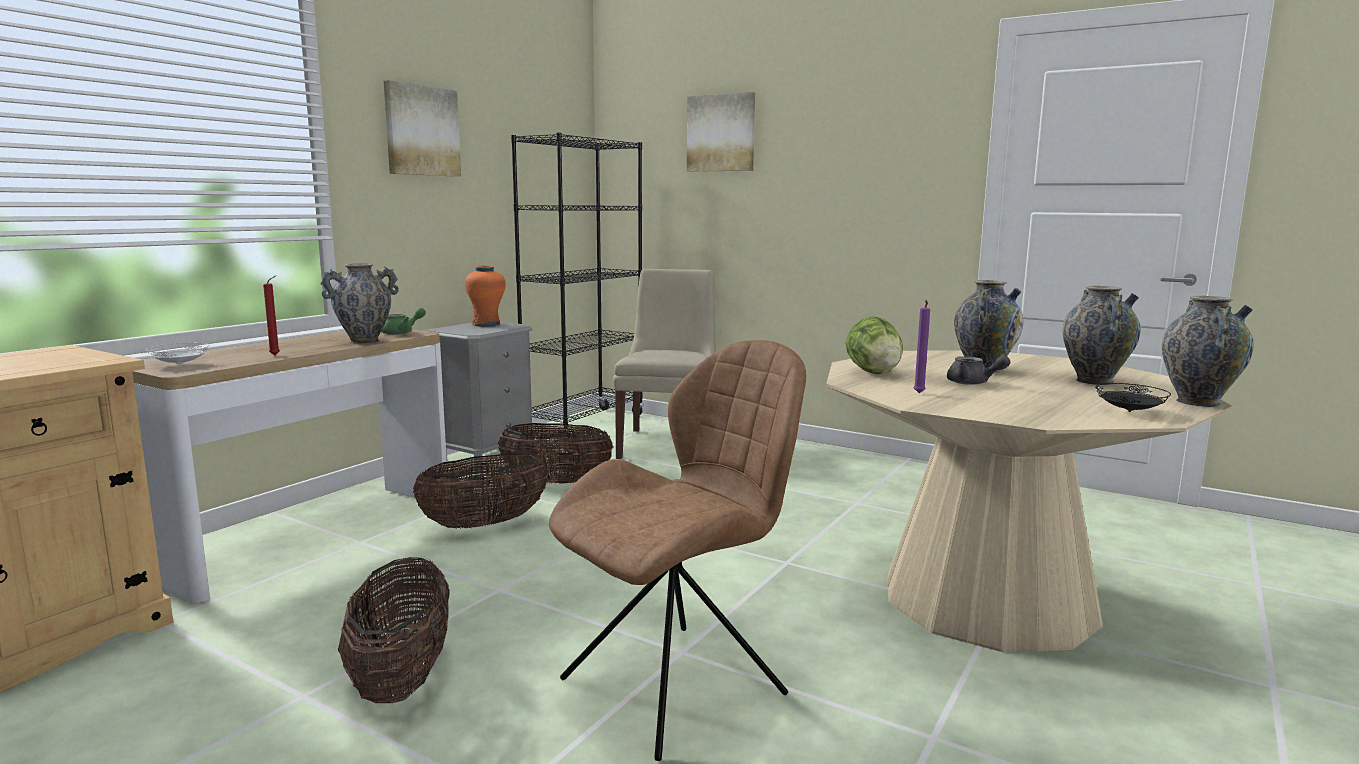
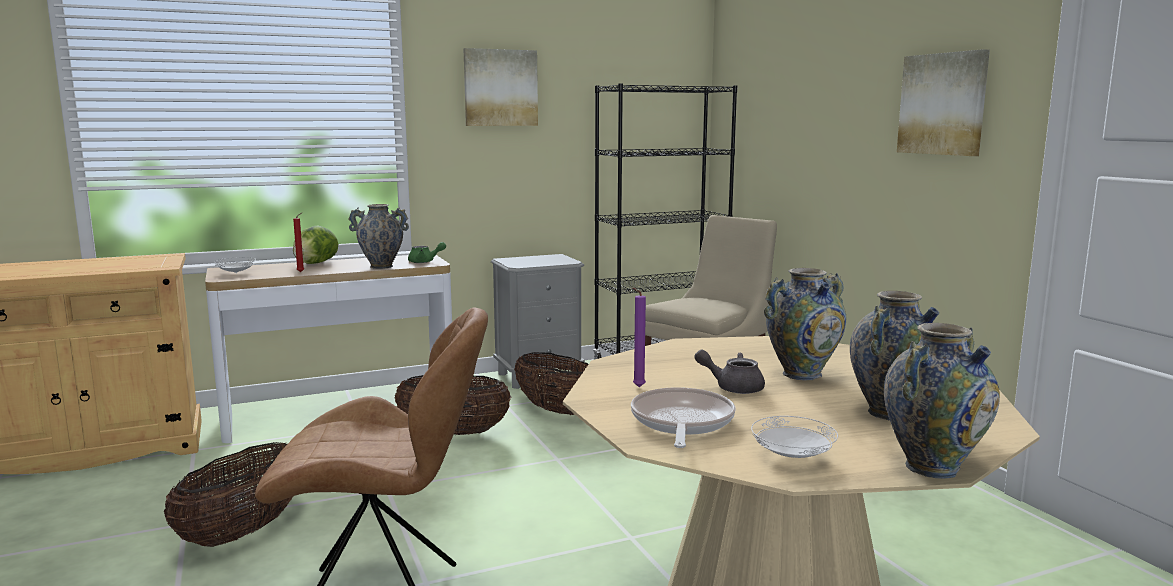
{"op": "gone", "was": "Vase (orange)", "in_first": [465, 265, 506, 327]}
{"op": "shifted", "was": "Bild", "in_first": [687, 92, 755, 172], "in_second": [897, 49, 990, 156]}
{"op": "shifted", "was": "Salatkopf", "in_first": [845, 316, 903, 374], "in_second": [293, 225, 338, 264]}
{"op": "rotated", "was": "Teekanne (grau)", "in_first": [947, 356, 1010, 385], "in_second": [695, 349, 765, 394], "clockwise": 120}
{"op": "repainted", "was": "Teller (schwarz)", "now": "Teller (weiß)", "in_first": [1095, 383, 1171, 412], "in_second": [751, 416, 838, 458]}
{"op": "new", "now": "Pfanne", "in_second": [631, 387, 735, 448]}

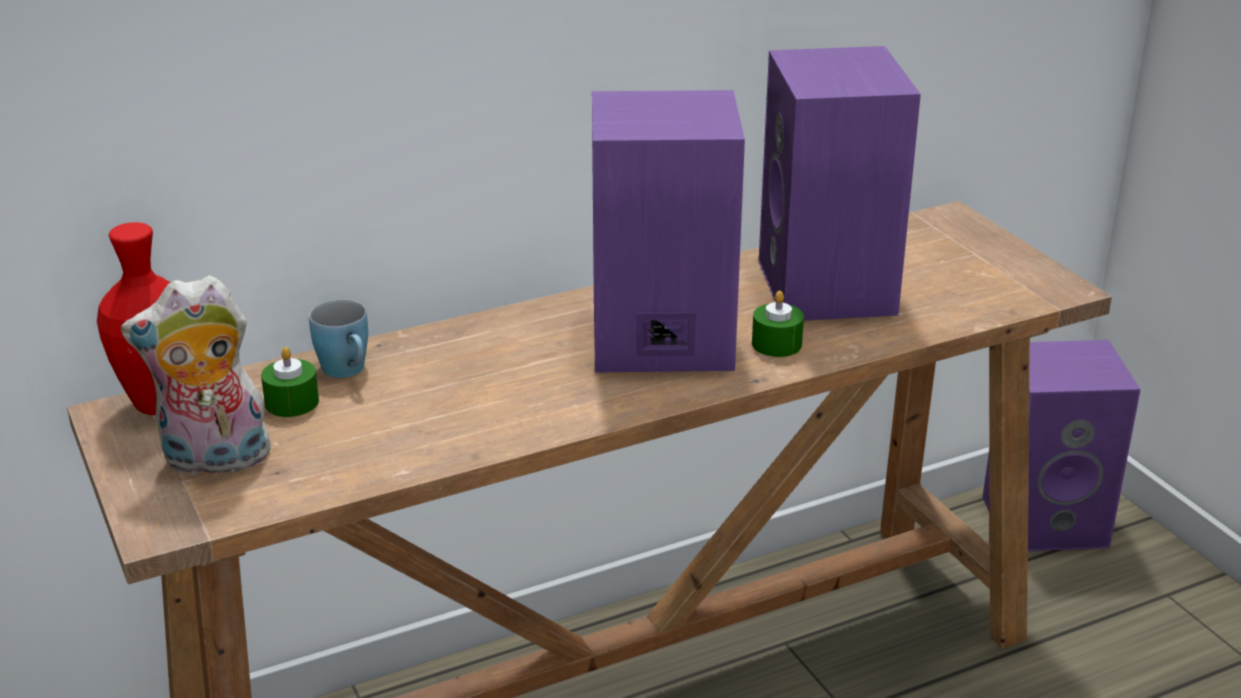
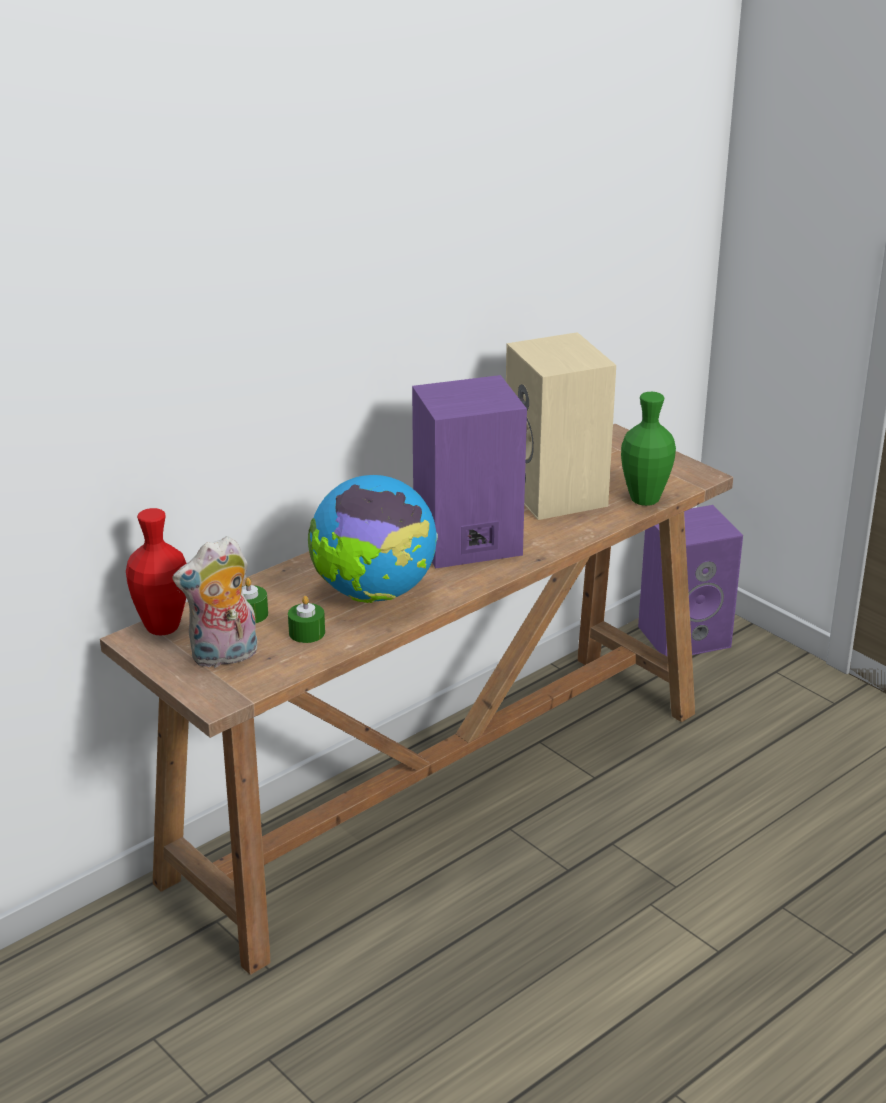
{"op": "gone", "was": "Henkelbecher (blau)", "in_first": [309, 299, 368, 378]}
{"op": "shifted", "was": "Kerze (grün)", "in_first": [752, 291, 804, 357], "in_second": [288, 596, 325, 643]}
{"op": "repainted", "was": "Lautsprecher (lila)", "now": "Lautsprecher (beige)", "in_first": [759, 46, 921, 321], "in_second": [506, 332, 616, 520]}
{"op": "new", "now": "Globus", "in_second": [308, 475, 438, 603]}
{"op": "new", "now": "Vase (grün)", "in_second": [621, 392, 676, 506]}

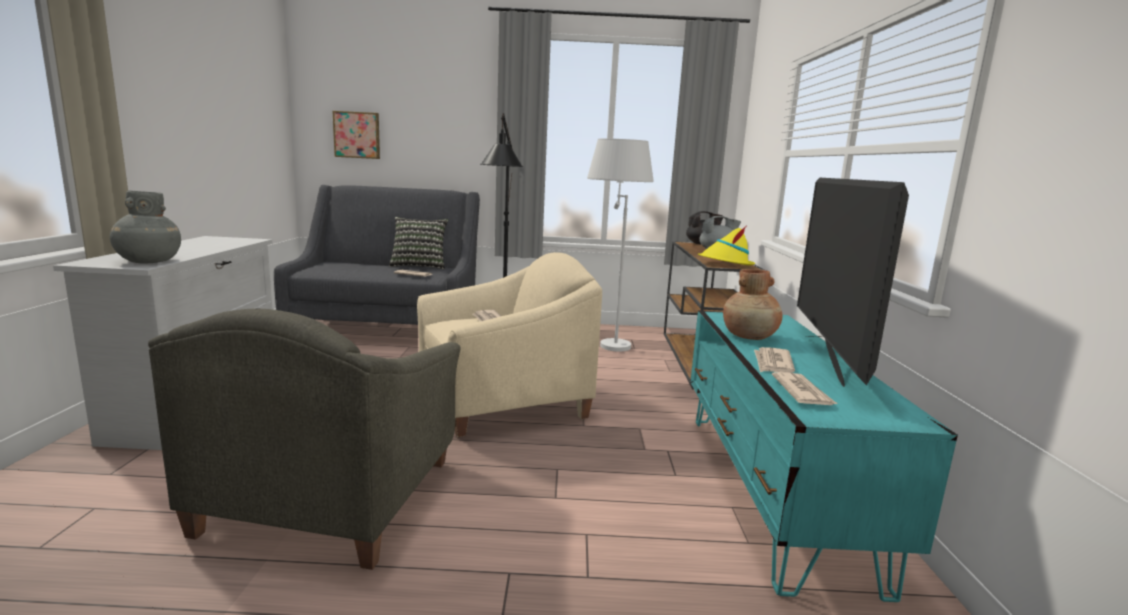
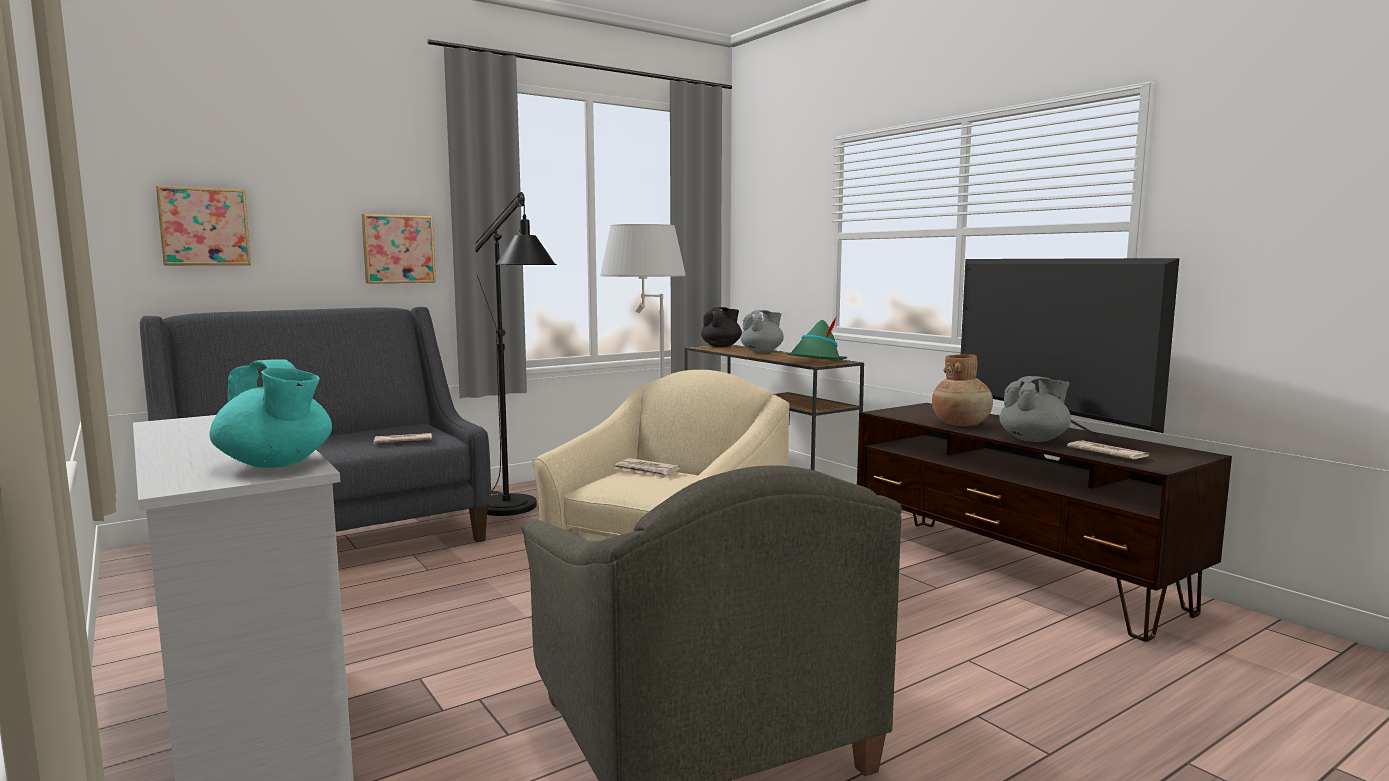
{"op": "swapped", "was": "Vase (grau)", "now": "Teekanne (türkis)", "in_first": [110, 191, 181, 263], "in_second": [209, 360, 332, 468]}
{"op": "gone", "was": "Kissen", "in_first": [389, 217, 448, 269]}
{"op": "repainted", "was": "Fernsehschrank (türkis)", "now": "Fernsehschrank (braun)", "in_first": [690, 311, 958, 602], "in_second": [858, 403, 1232, 642]}
{"op": "repainted", "was": "Hut (gelb)", "now": "Hut (grün)", "in_first": [698, 225, 755, 266], "in_second": [787, 316, 847, 360]}
{"op": "swapped", "was": "Zeitung", "now": "Teekanne (grau)", "in_first": [754, 347, 795, 373], "in_second": [1000, 376, 1071, 442]}
{"op": "new", "now": "Bild", "in_second": [362, 214, 436, 284]}

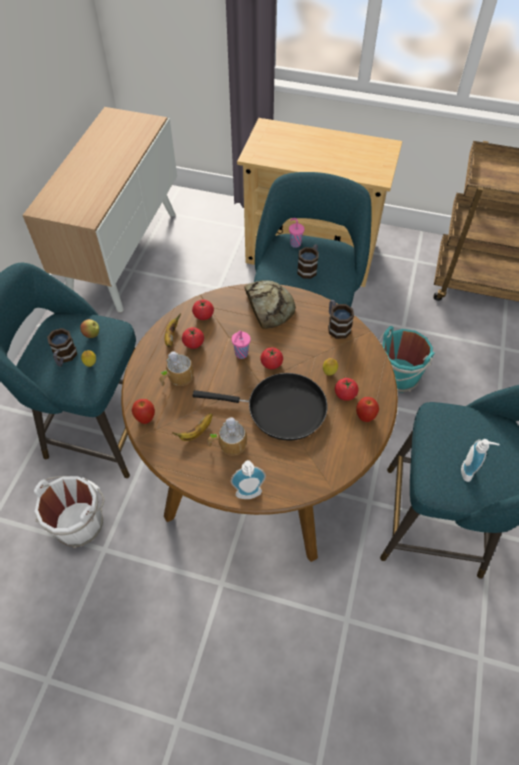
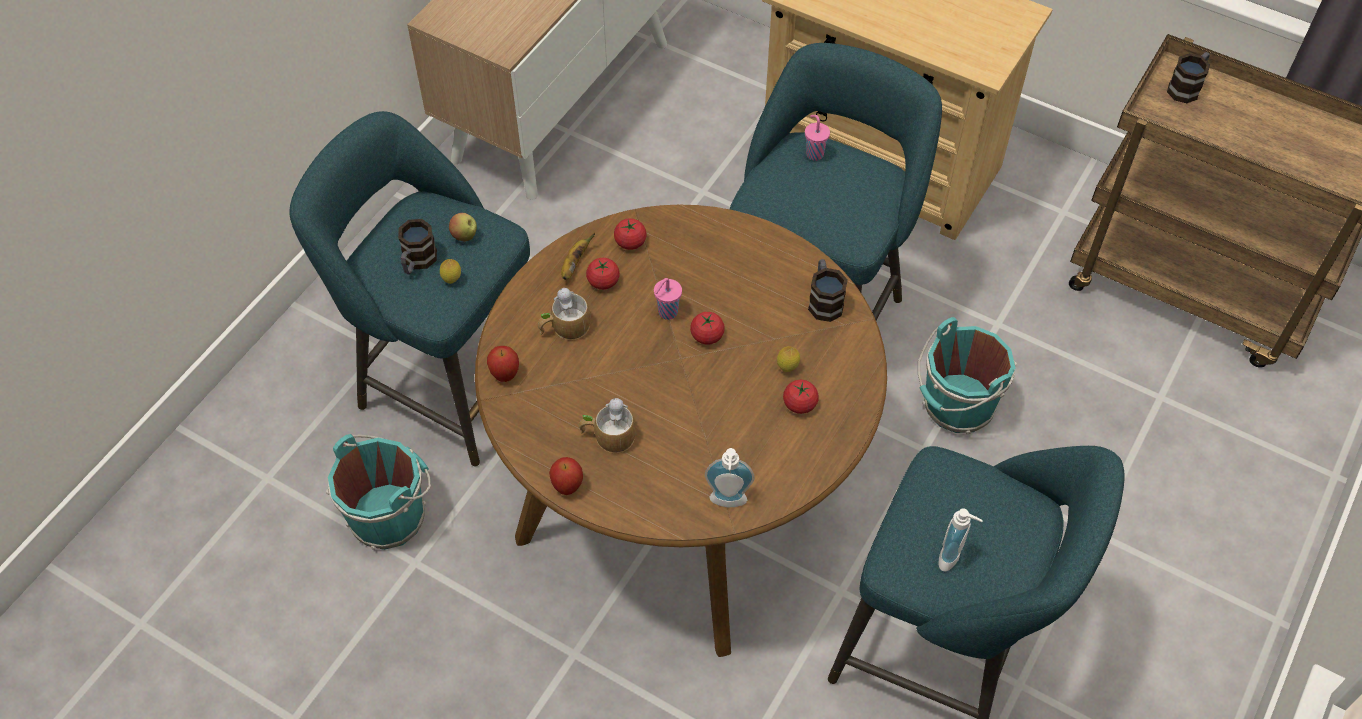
{"op": "repainted", "was": "Eimer (weiß)", "now": "Eimer (türkis)", "in_first": [34, 476, 105, 548], "in_second": [326, 434, 431, 550]}
{"op": "gone", "was": "Banane", "in_first": [173, 413, 212, 441]}
{"op": "gone", "was": "Pfanne (schwarz)", "in_first": [193, 373, 327, 441]}
{"op": "shifted", "was": "Seifenspender", "in_first": [231, 460, 266, 499], "in_second": [705, 448, 755, 508]}
{"op": "gone", "was": "Brot", "in_first": [244, 280, 296, 329]}
{"op": "shifted", "was": "Henkelbecher", "in_first": [297, 244, 319, 279], "in_second": [1167, 52, 1210, 103]}
{"op": "shifted", "was": "Apfel", "in_first": [356, 397, 379, 422], "in_second": [549, 457, 583, 495]}

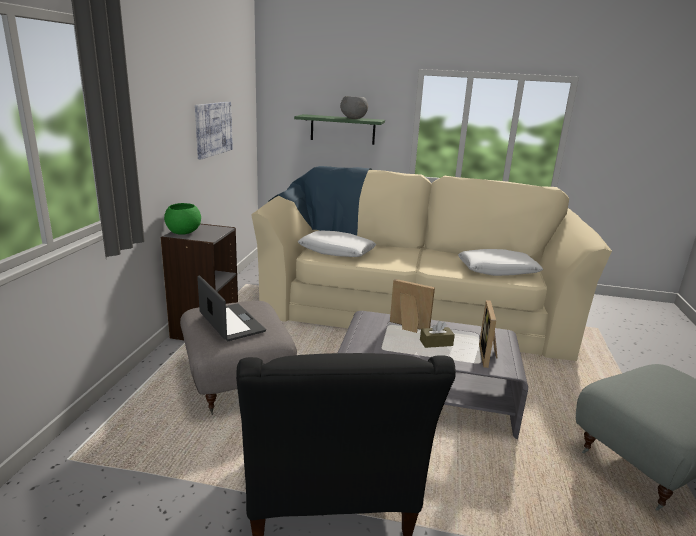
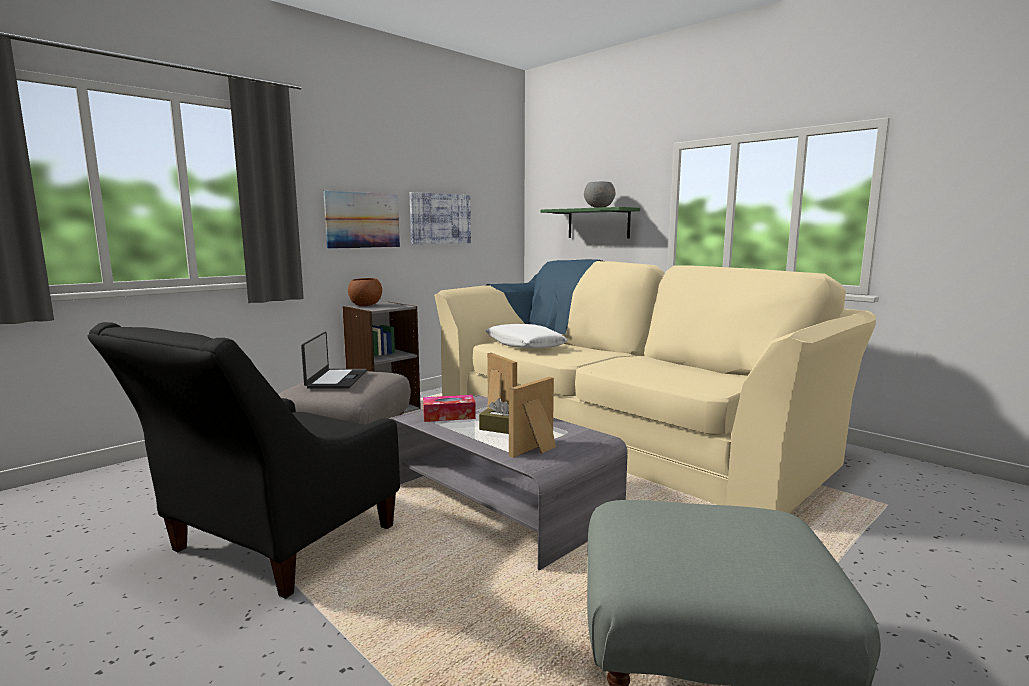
{"op": "repainted", "was": "Schüssel (grün)", "now": "Schüssel (braun)", "in_first": [164, 203, 201, 235], "in_second": [348, 278, 382, 306]}
{"op": "gone", "was": "Kissen (weiß)", "in_first": [458, 249, 543, 276]}
{"op": "new", "now": "Bild", "in_second": [324, 191, 400, 249]}
{"op": "new", "now": "Taschentuchbox", "in_second": [423, 395, 476, 422]}

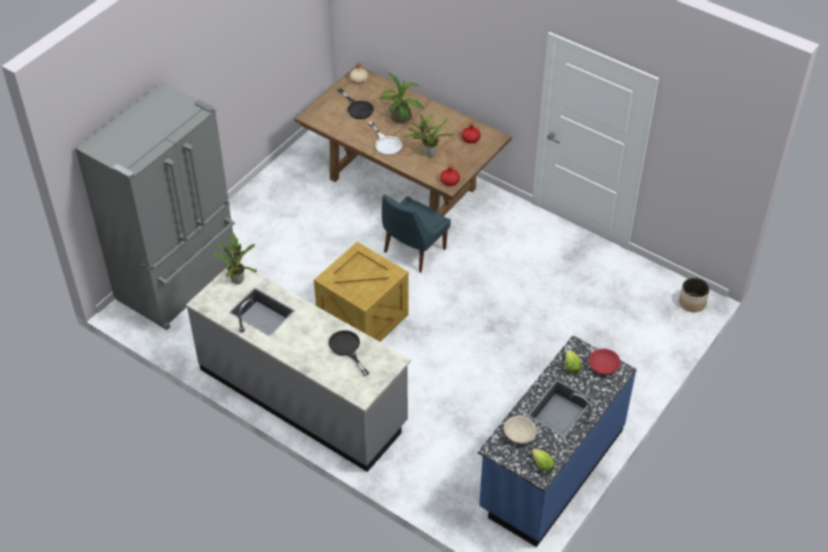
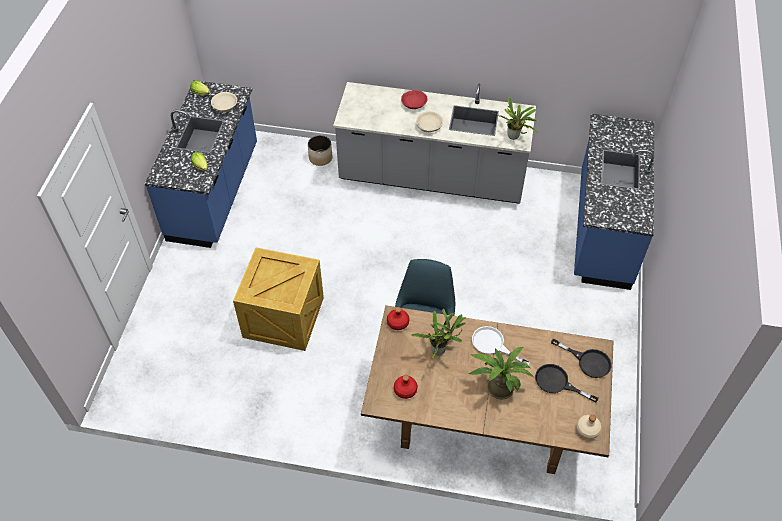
{"op": "swapped", "was": "Kühlschrank (grau)", "now": "Küchenzeile (blau)", "in_first": [75, 82, 235, 330], "in_second": [574, 114, 654, 290]}
{"op": "shifted", "was": "Kiste", "in_first": [314, 242, 409, 342], "in_second": [233, 247, 324, 351]}
{"op": "shifted", "was": "Pfanne (schwarz)", "in_first": [329, 330, 369, 376], "in_second": [551, 338, 612, 378]}
{"op": "shifted", "was": "Schüssel (rot)", "in_first": [589, 349, 621, 375], "in_second": [401, 90, 428, 109]}
{"op": "shifted", "was": "Pflanzkübel", "in_first": [679, 278, 710, 312], "in_second": [308, 135, 332, 166]}
{"op": "new", "now": "Schüssel (beige)", "in_second": [416, 111, 443, 132]}

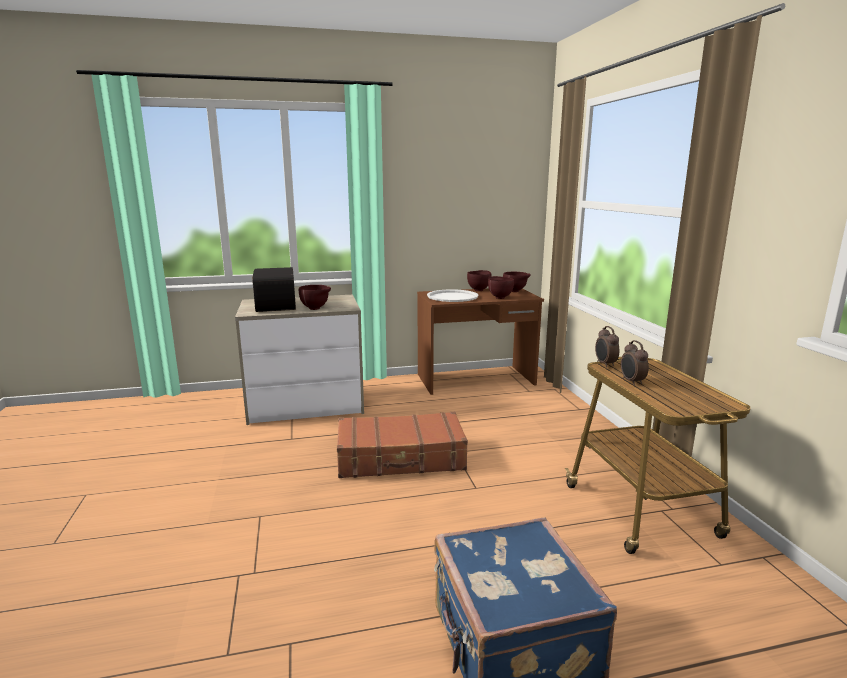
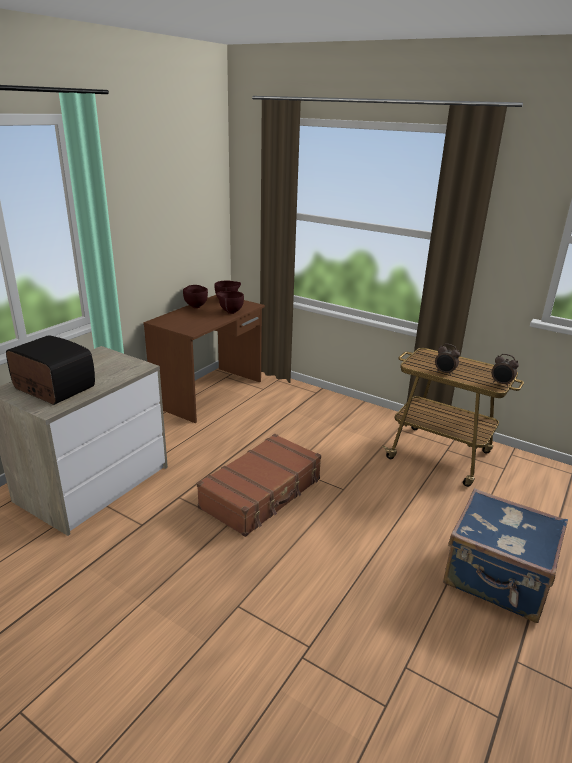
{"op": "gone", "was": "Schüssel (braun)", "in_first": [299, 285, 331, 310]}
{"op": "gone", "was": "Tablett (weiß)", "in_first": [427, 289, 478, 302]}
{"op": "shifted", "was": "Wecker", "in_first": [595, 326, 619, 367], "in_second": [491, 354, 519, 387]}

